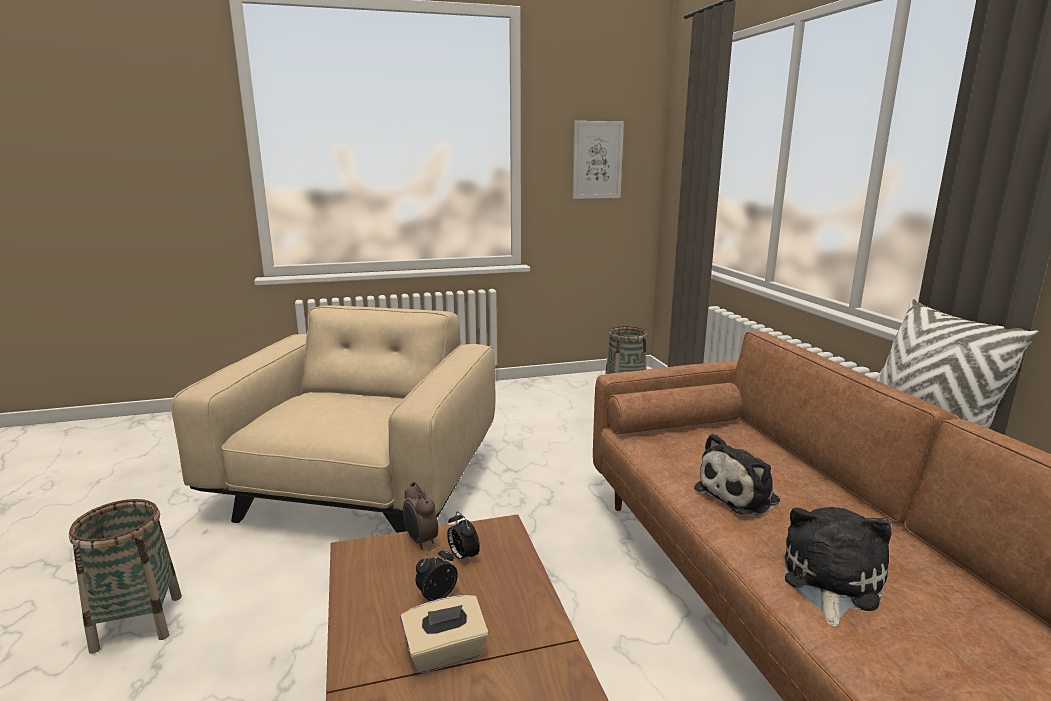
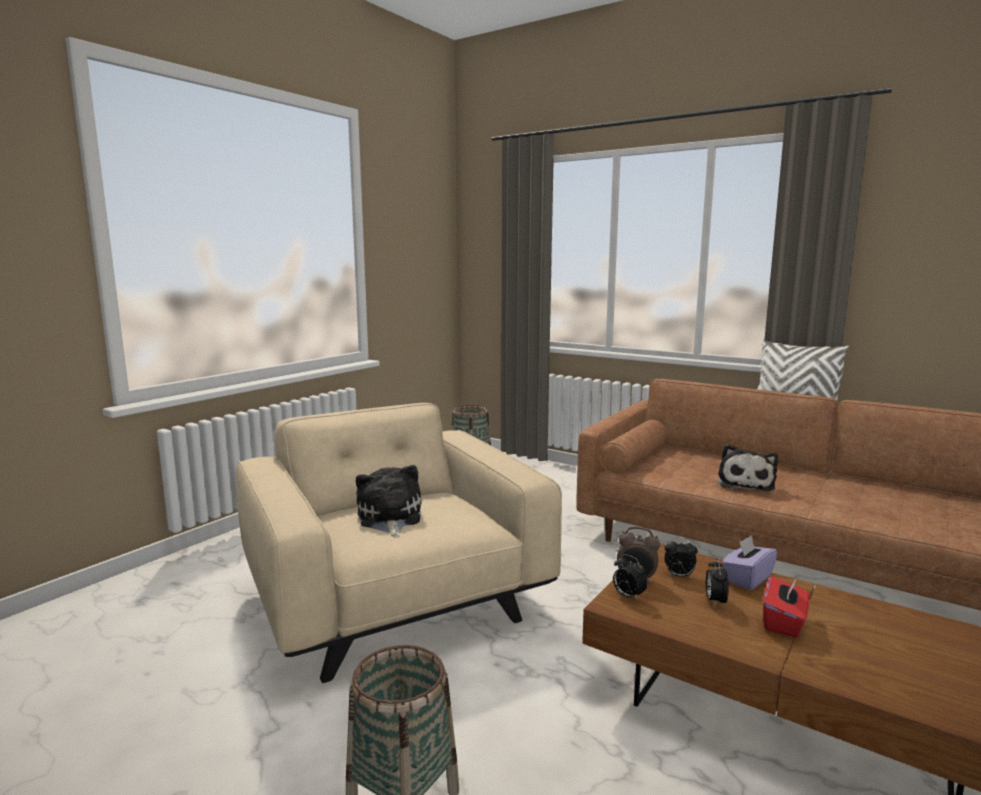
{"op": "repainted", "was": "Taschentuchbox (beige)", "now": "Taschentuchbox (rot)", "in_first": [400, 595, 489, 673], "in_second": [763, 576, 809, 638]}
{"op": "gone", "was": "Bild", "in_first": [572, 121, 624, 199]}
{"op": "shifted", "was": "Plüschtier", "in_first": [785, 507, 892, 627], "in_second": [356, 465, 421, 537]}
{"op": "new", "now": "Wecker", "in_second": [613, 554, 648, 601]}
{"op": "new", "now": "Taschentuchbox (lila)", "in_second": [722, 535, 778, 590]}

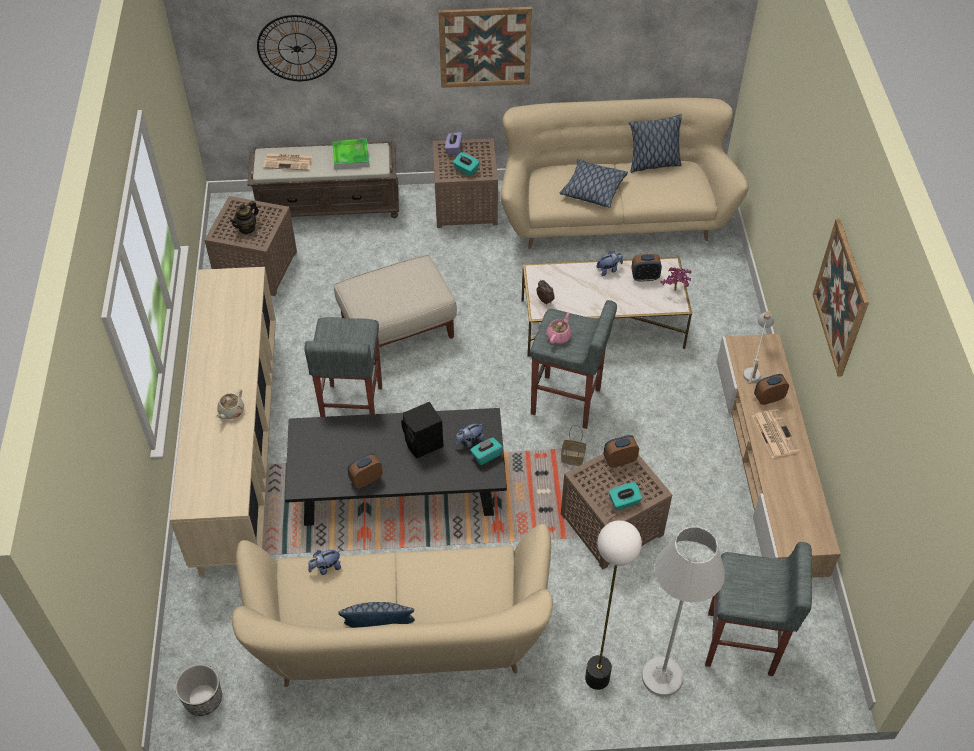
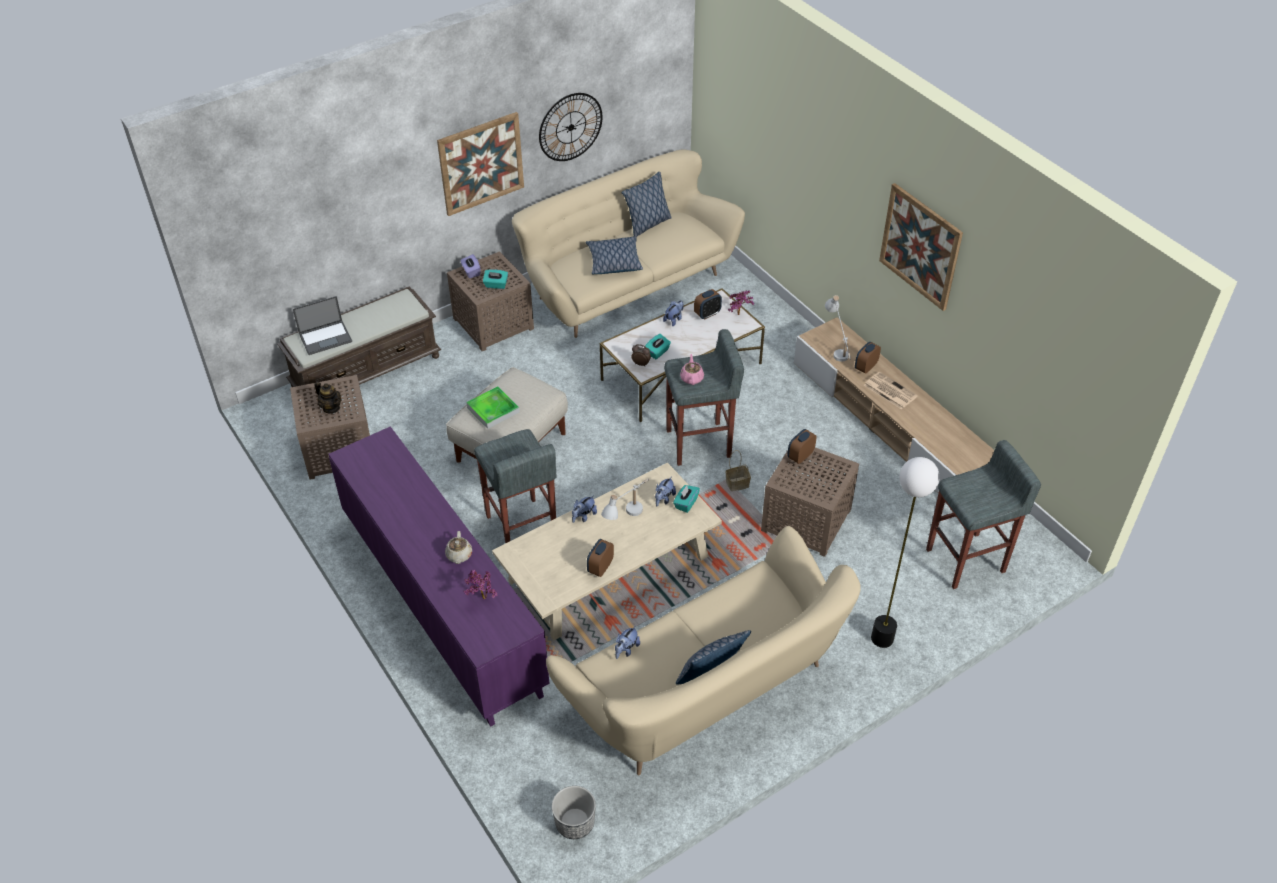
{"op": "repainted", "was": "Schrank (beige)", "now": "Schrank (lila)", "in_first": [170, 267, 276, 576], "in_second": [328, 426, 549, 727]}
{"op": "rotated", "was": "Teekanne", "in_first": [230, 201, 259, 234], "in_second": [314, 382, 341, 413], "clockwise": -60}
{"op": "shifted", "was": "Wanduhr", "in_first": [257, 15, 337, 81], "in_second": [539, 93, 602, 161]}
{"op": "swapped", "was": "Zeitung", "now": "Laptop", "in_first": [263, 153, 313, 171], "in_second": [293, 296, 352, 355]}
{"op": "repainted", "was": "Couchtisch (schwarz)", "now": "Couchtisch (beige)", "in_first": [285, 408, 507, 526], "in_second": [492, 462, 722, 640]}
{"op": "shifted", "was": "Tablett", "in_first": [332, 138, 370, 170], "in_second": [466, 386, 520, 429]}
{"op": "swapped", "was": "Lautsprecher (schwarz)", "now": "Tischlampe (weiß)", "in_first": [401, 402, 443, 458], "in_second": [601, 479, 649, 520]}
{"op": "shifted", "was": "Taschentuchbox (türkis)", "in_first": [608, 482, 642, 510], "in_second": [645, 334, 671, 359]}
{"op": "gone", "was": "Stehlampe (weiß)", "in_first": [642, 526, 725, 697]}
{"op": "new", "now": "Topfpflanze", "in_second": [463, 570, 497, 599]}
{"op": "new", "now": "Plüschtier", "in_second": [572, 495, 597, 523]}

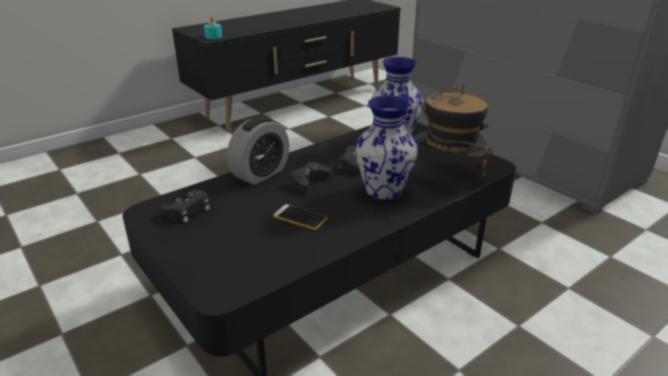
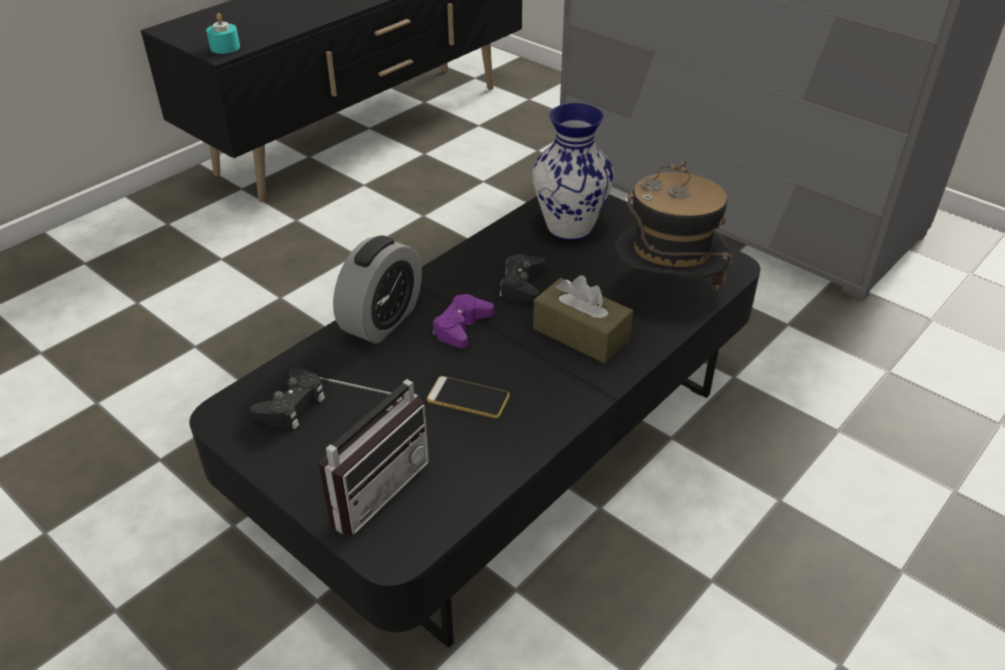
{"op": "repainted", "was": "Gamepad (schwarz)", "now": "Gamepad (lila)", "in_first": [290, 162, 331, 191], "in_second": [433, 294, 494, 348]}
{"op": "swapped", "was": "Vase", "now": "Taschentuchbox (braun)", "in_first": [355, 95, 418, 201], "in_second": [533, 275, 633, 363]}
{"op": "new", "now": "Radio", "in_second": [319, 377, 429, 536]}

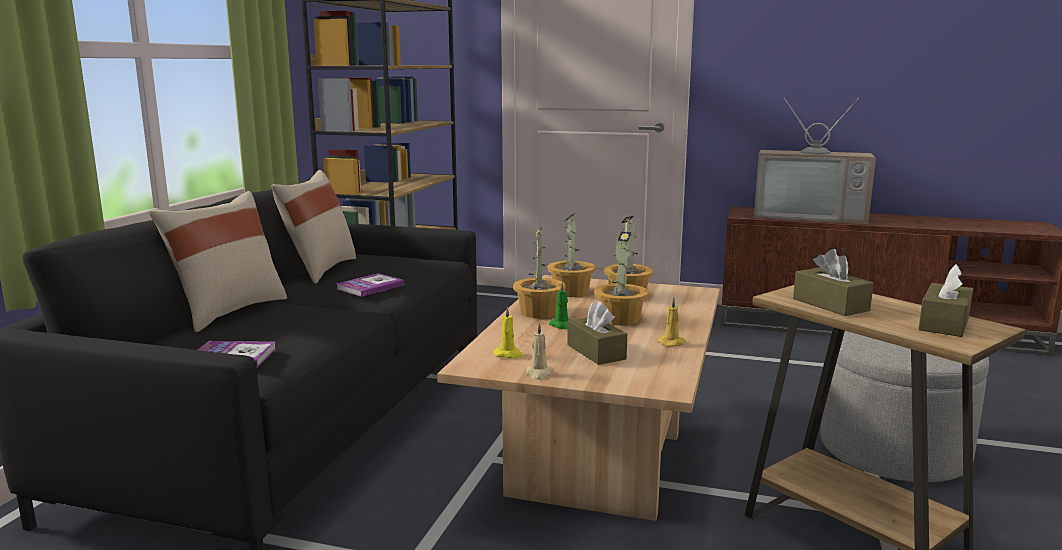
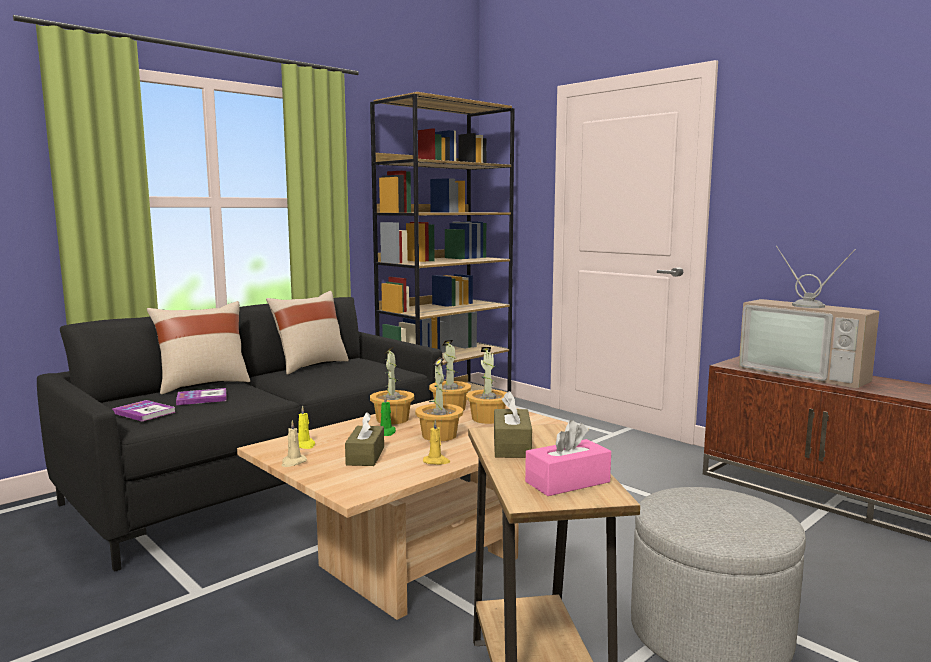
{"op": "shifted", "was": "Buch", "in_first": [337, 273, 404, 297], "in_second": [176, 388, 227, 405]}
{"op": "repainted", "was": "Taschentuchbox (braun)", "now": "Taschentuchbox (rosa)", "in_first": [919, 264, 973, 337], "in_second": [525, 420, 611, 496]}

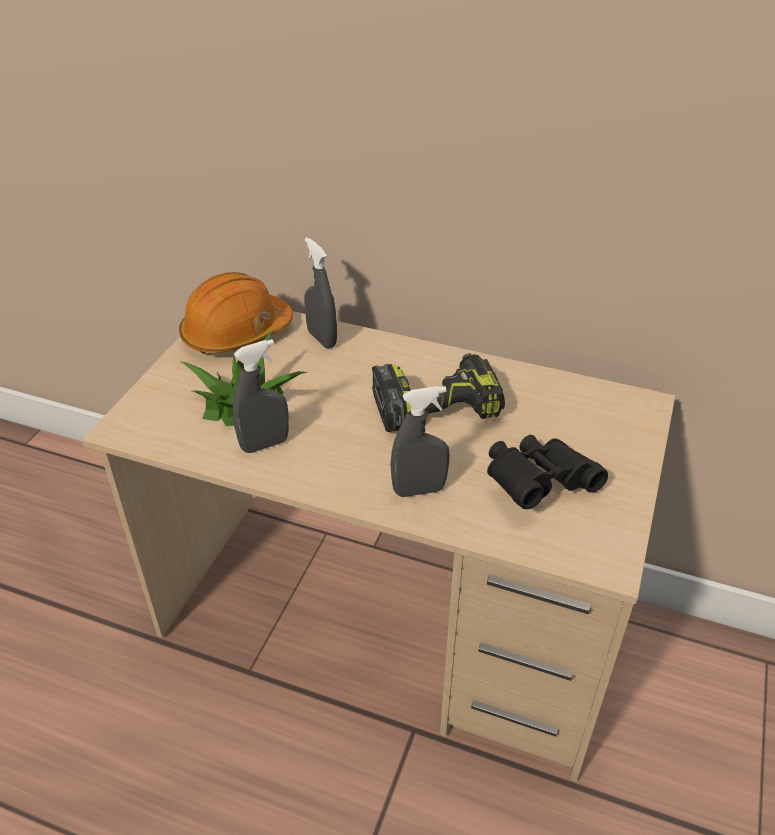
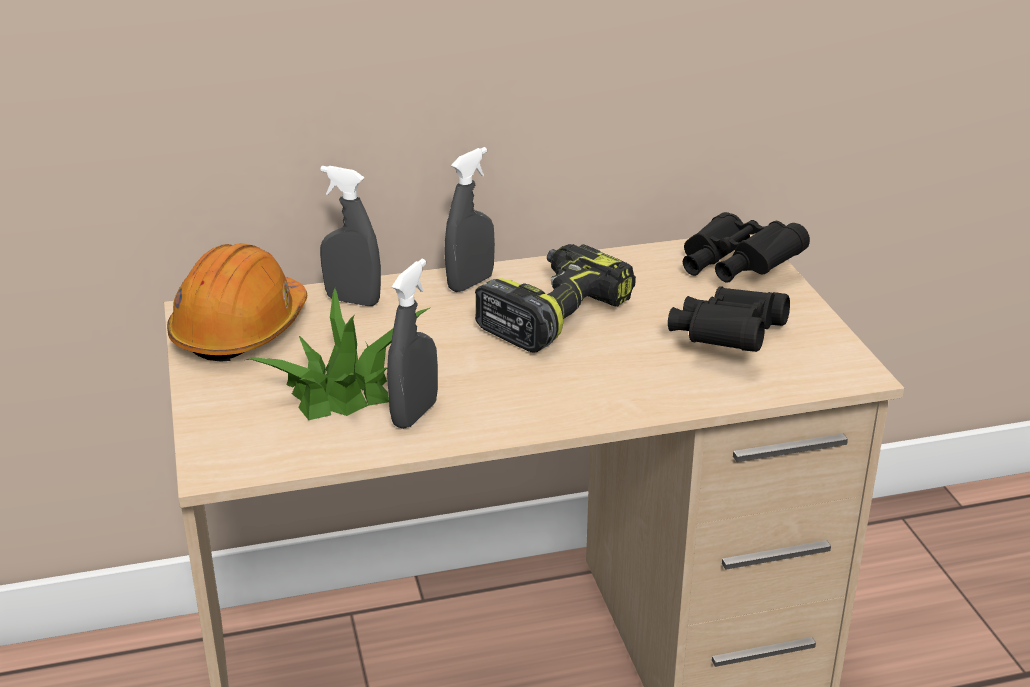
{"op": "shifted", "was": "Sprühflasche (grau)", "in_first": [390, 386, 450, 497], "in_second": [445, 147, 495, 292]}
{"op": "new", "now": "Fernglas (schwarz)", "in_second": [683, 212, 810, 283]}

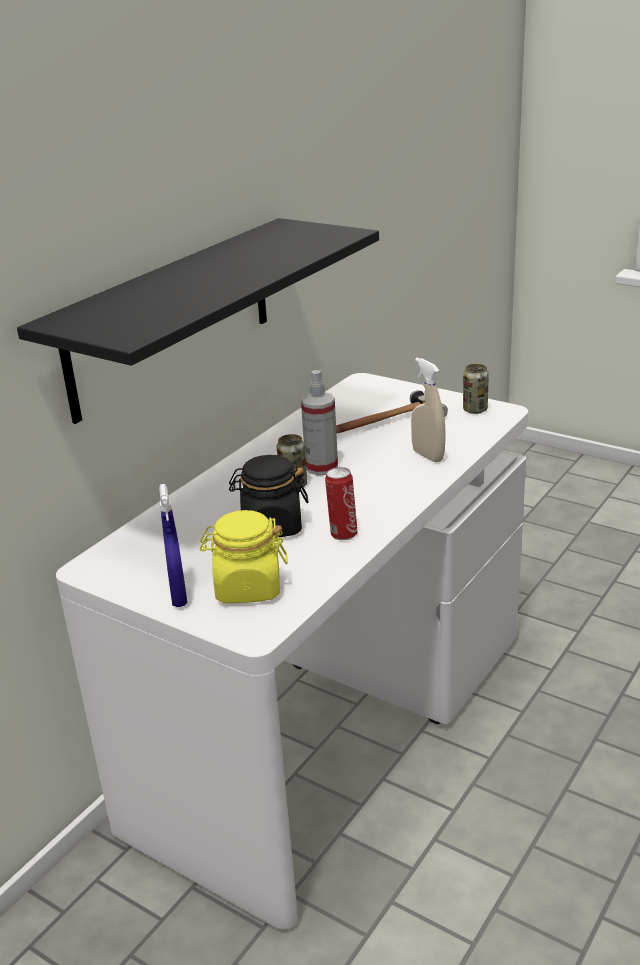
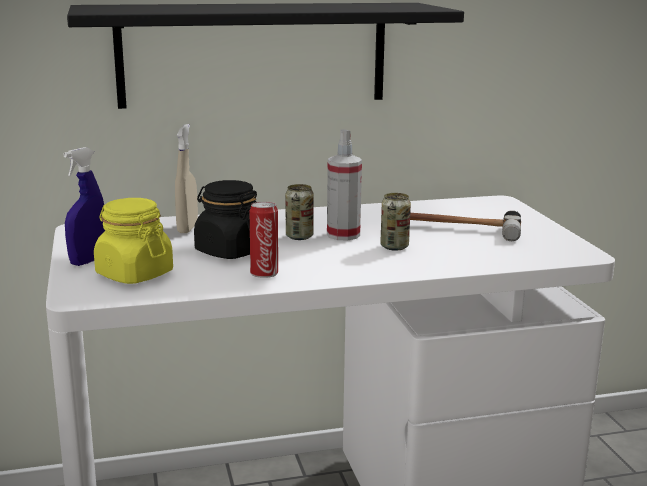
{"op": "shifted", "was": "Sprühflasche (beige)", "in_first": [411, 357, 446, 463], "in_second": [175, 124, 198, 233]}
{"op": "shifted", "was": "Dose", "in_first": [463, 364, 489, 414], "in_second": [380, 193, 411, 251]}

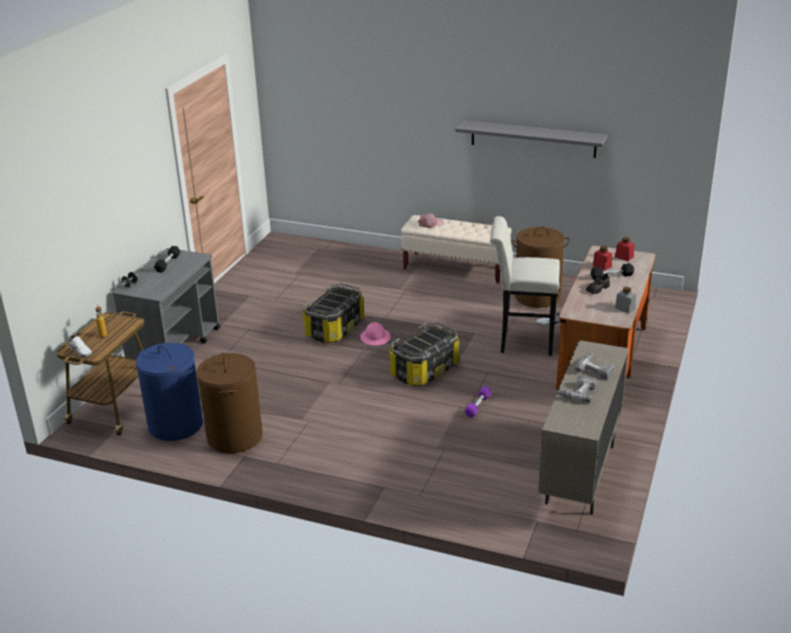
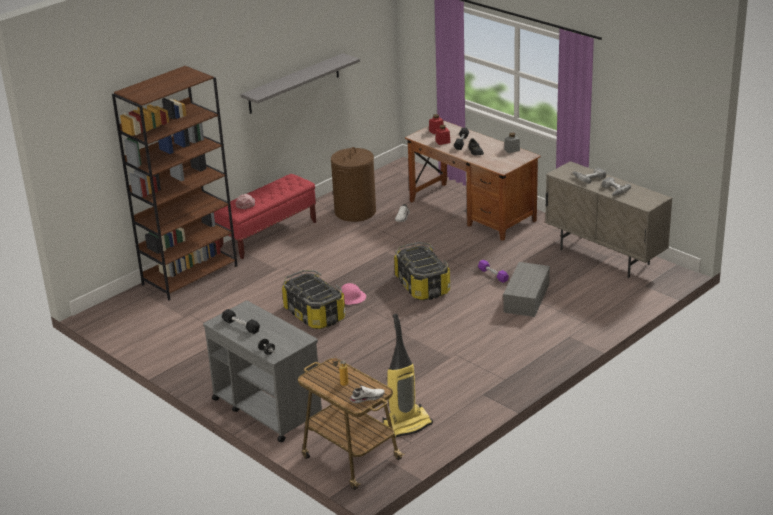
{"op": "swapped", "was": "Wäschekorb (blau)", "now": "Staubsauger", "in_first": [136, 343, 203, 441], "in_second": [383, 314, 433, 437]}
{"op": "gone", "was": "Wäschekorb (braun)", "in_first": [196, 353, 263, 453]}
{"op": "repainted", "was": "Bank (beige)", "now": "Bank (rot)", "in_first": [401, 215, 512, 283], "in_second": [214, 174, 316, 259]}
{"op": "gone", "was": "Hocker (weiß)", "in_first": [490, 216, 560, 356]}
{"op": "new", "now": "Bücherregal (braun)", "in_second": [112, 66, 237, 300]}
{"op": "new", "now": "Aufbewahrungsbox (grau)", "in_second": [503, 262, 550, 317]}

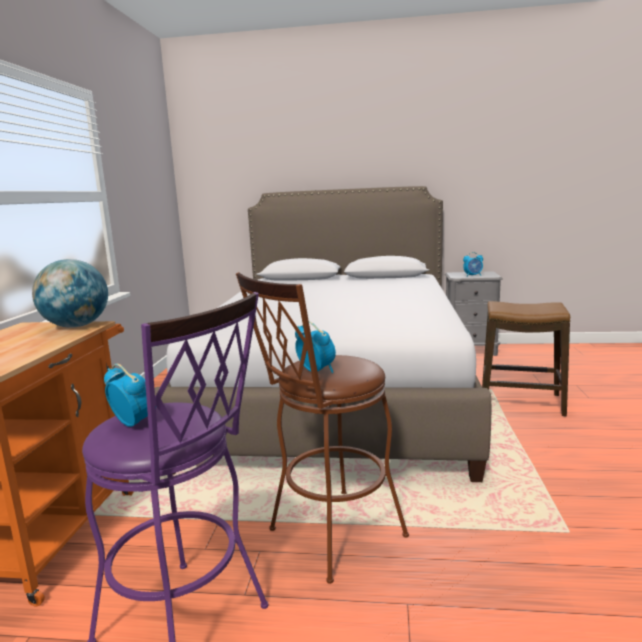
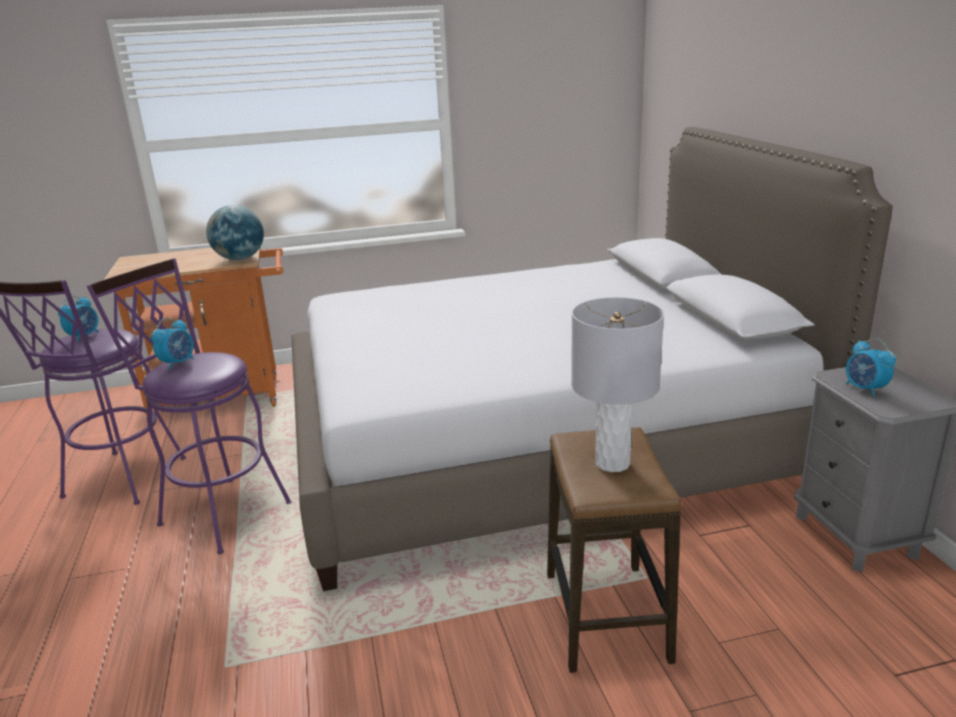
{"op": "repainted", "was": "Hocker (braun)", "now": "Hocker (lila)", "in_first": [236, 272, 409, 584], "in_second": [87, 258, 292, 554]}
{"op": "new", "now": "Tischlampe (grau)", "in_second": [571, 297, 664, 472]}

